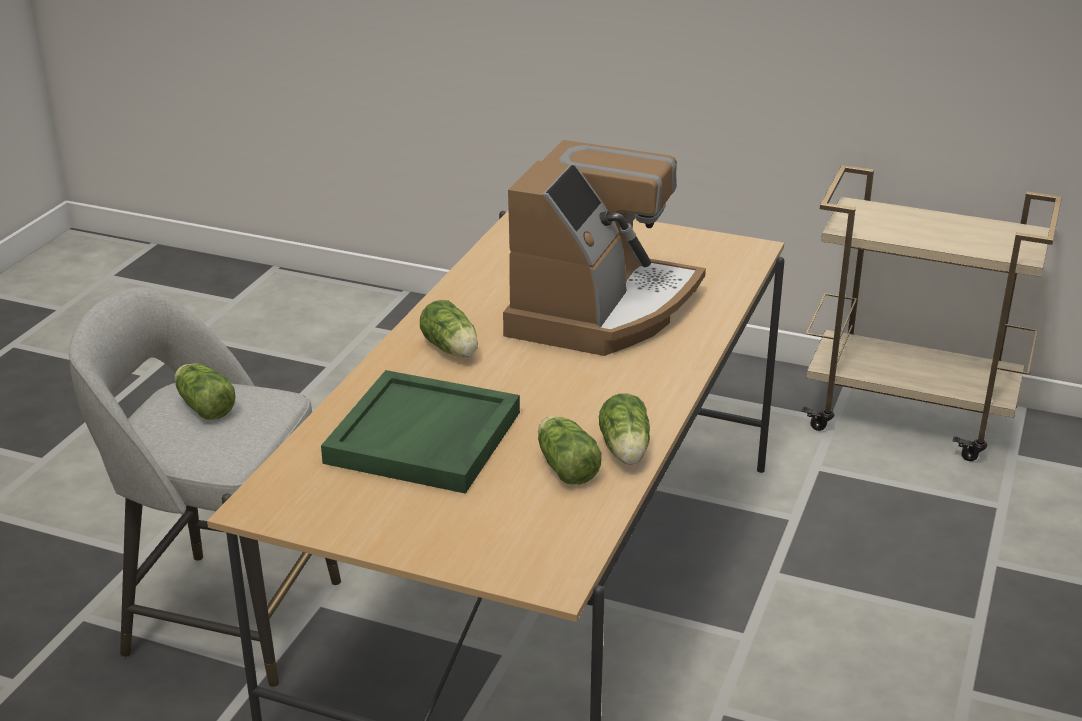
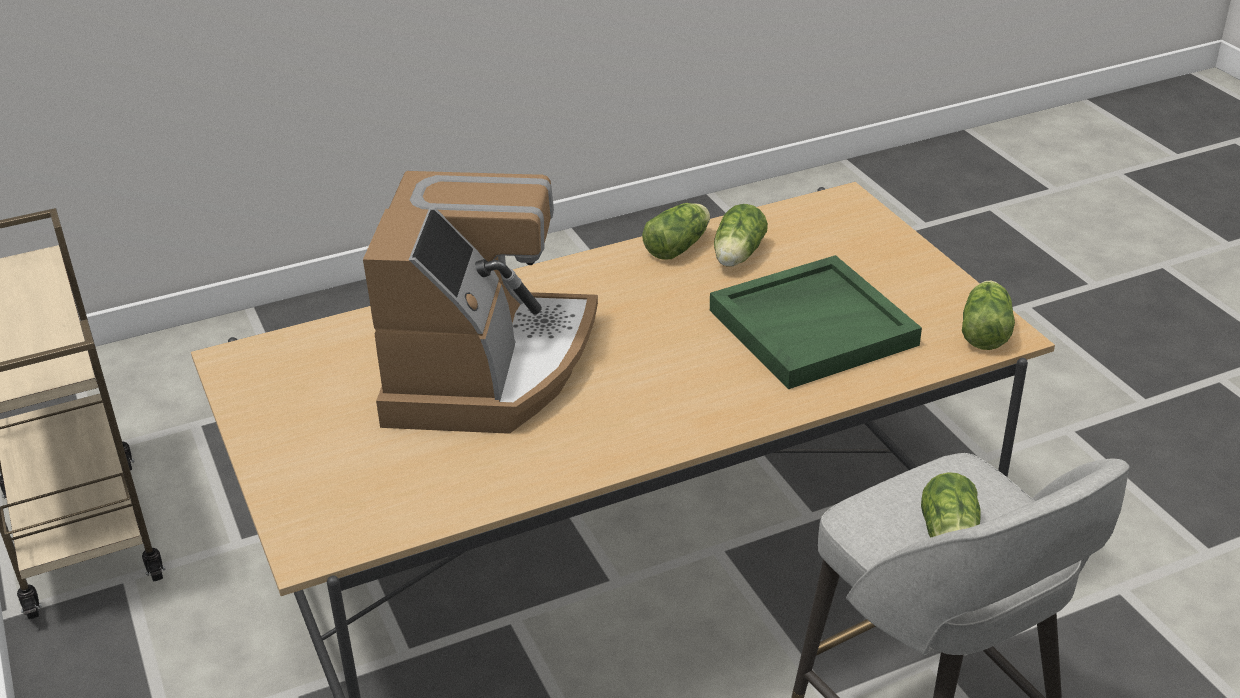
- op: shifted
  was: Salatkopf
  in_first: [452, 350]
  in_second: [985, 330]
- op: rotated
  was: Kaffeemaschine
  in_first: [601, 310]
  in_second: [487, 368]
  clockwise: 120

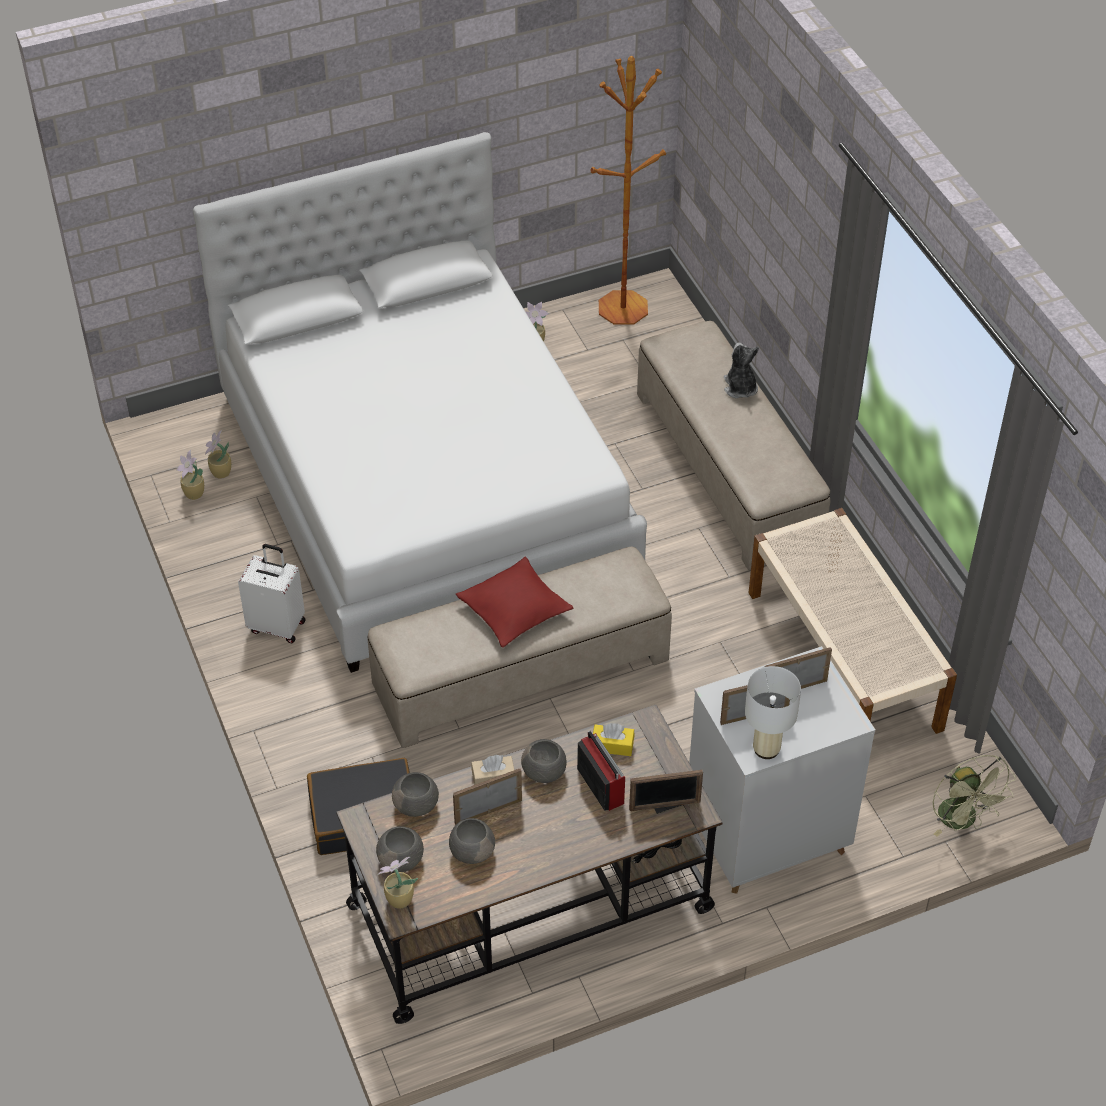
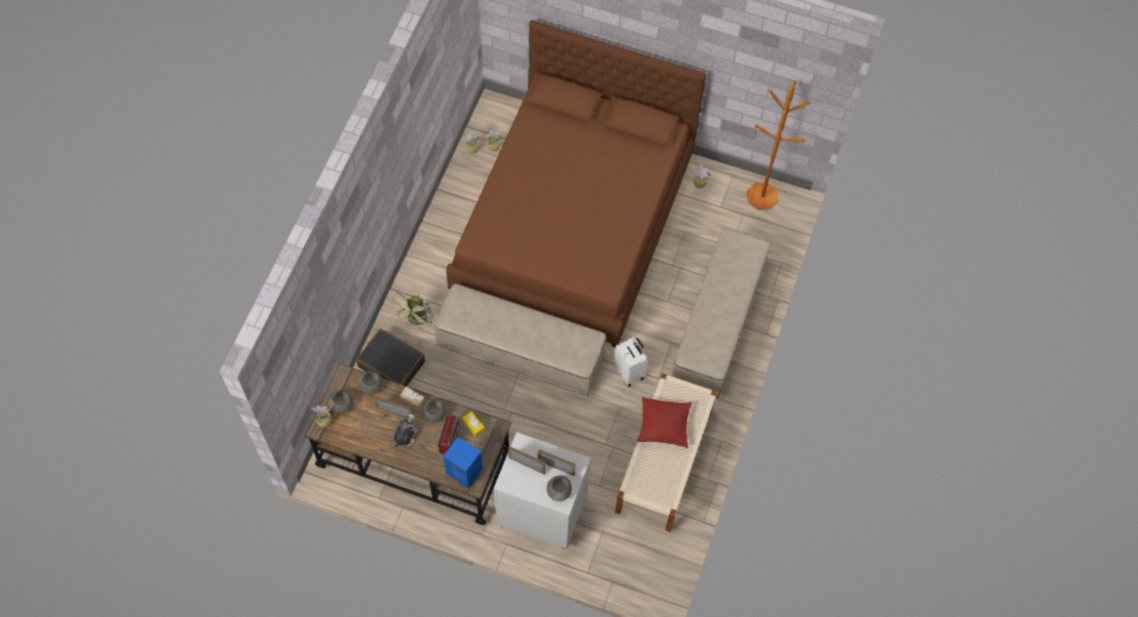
- op: repainted
  was: Bett (weiß)
  now: Bett (braun)
  in_first: [425, 485]
  in_second: [573, 223]
- op: shifted
  was: Koffer (weiß)
  in_first: [277, 625]
  in_second: [629, 371]
- op: shifted
  was: Schüssel (grau)
  in_first: [472, 850]
  in_second: [559, 491]
- op: shifted
  was: Kissen (rot)
  in_first: [514, 610]
  in_second: [664, 425]
- op: swapped
  was: Bilderrahmen
  now: Lautsprecher (blau)
  in_first: [665, 805]
  in_second: [465, 471]
- op: shifted
  was: Plüschtier
  in_first: [740, 388]
  in_second: [405, 436]
- op: gone
  was: Tischlampe (weiß)
  in_first: [767, 748]
- op: shifted
  was: Ventilator (grün)
  in_first: [963, 821]
  in_second: [416, 321]

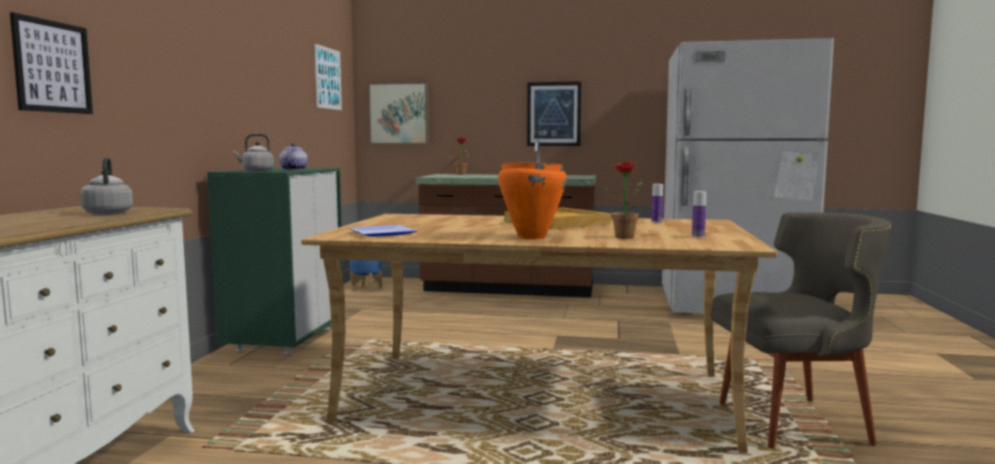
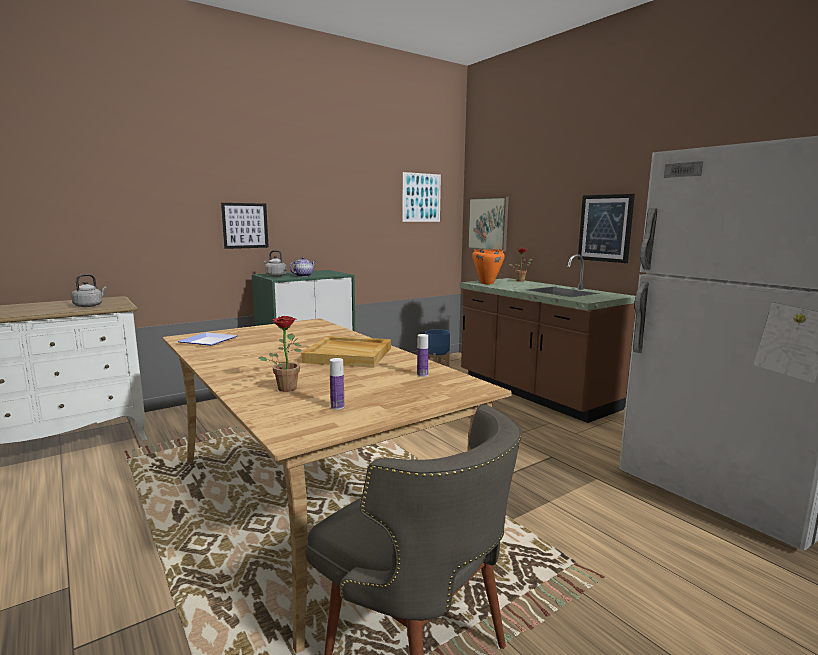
- op: shifted
  was: Bild
  in_first: [52, 67]
  in_second: [245, 225]
- op: shifted
  was: Kochtopf (orange)
  in_first: [531, 237]
  in_second: [486, 283]

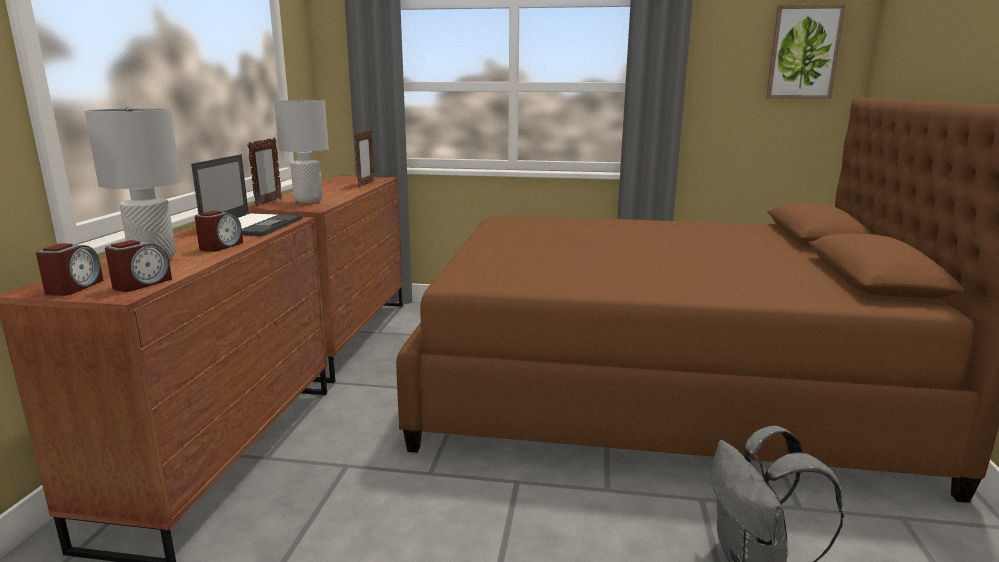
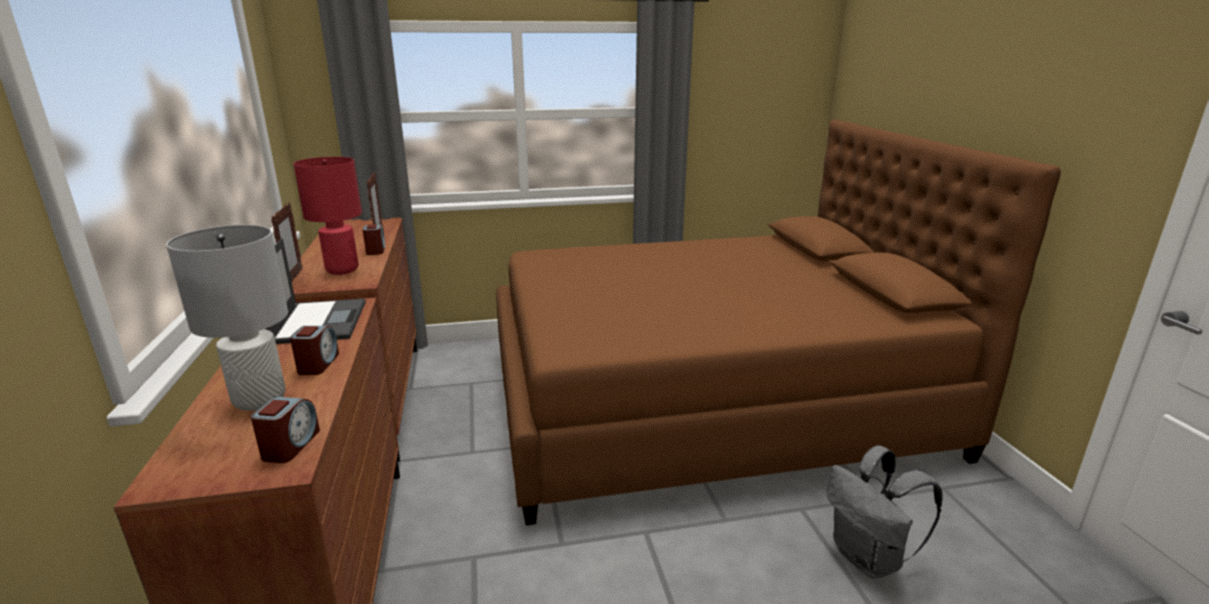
- op: shifted
  was: Wecker
  in_first: [74, 287]
  in_second: [376, 250]
- op: repainted
  was: Tischlampe (grau)
  now: Tischlampe (rot)
  in_first: [309, 202]
  in_second: [343, 272]
- op: gone
  was: Bild
  in_first: [803, 52]

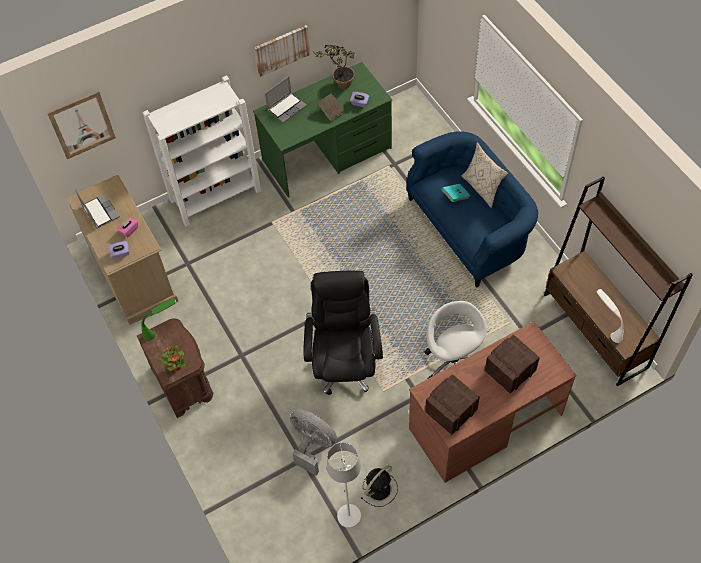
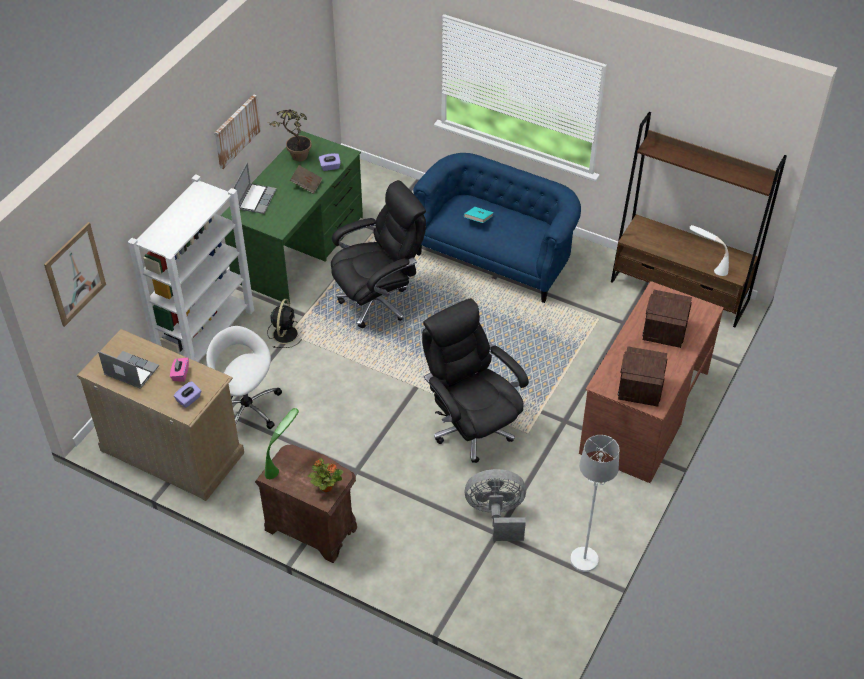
- op: shifted
  was: Ventilator (schwarz)
  in_first: [379, 488]
  in_second: [285, 333]
- op: shifted
  was: Bürostuhl (weiß)
  in_first: [453, 362]
  in_second: [247, 409]
- op: gone
  was: Kissen (beige)
  in_first: [482, 188]
- op: new
  now: Bürostuhl (schwarz)
  in_second: [378, 301]

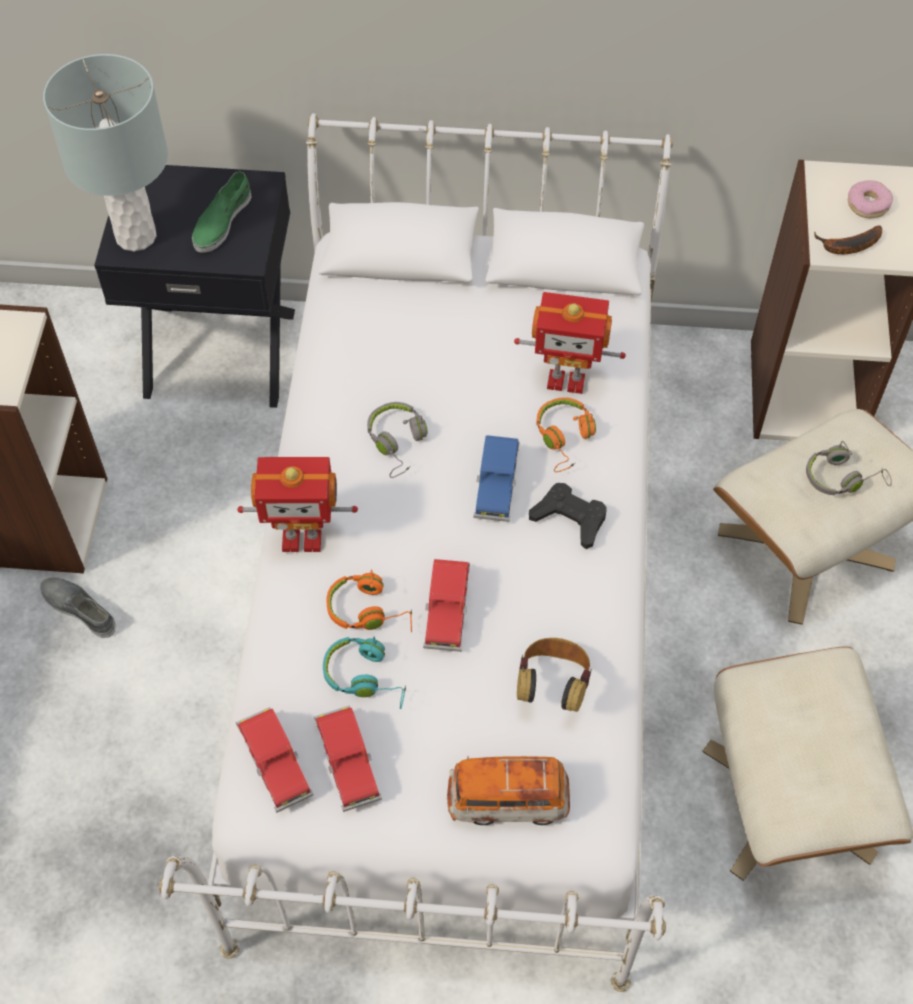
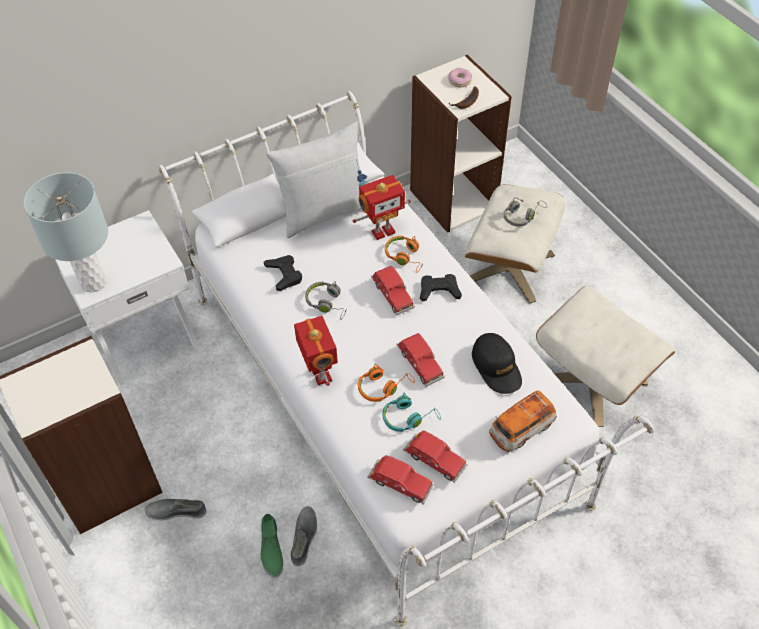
- op: repainted
  was: Nachttisch (schwarz)
  now: Nachttisch (weiß)
  in_first: [221, 351]
  in_second: [144, 337]
- op: shifted
  was: Schuh (grün)
  in_first: [221, 221]
  in_second: [271, 549]
- op: rotated
  was: Spielzeugroboter
  in_first: [302, 538]
  in_second: [319, 374]
  clockwise: -75
- op: repainted
  was: Spielzeugauto (blau)
  now: Spielzeugauto (rot)
  in_first: [497, 484]
  in_second: [392, 295]
- op: swapped
  was: Kopfhörer
  now: Kappe (schwarz)
  in_first: [552, 685]
  in_second: [496, 367]
- op: new
  now: Gamepad (schwarz)
  in_second: [284, 275]
- op: new
  now: Kissen (grau)
  in_second: [324, 214]
- op: new
  now: Schuh (grau)
  in_second: [304, 537]

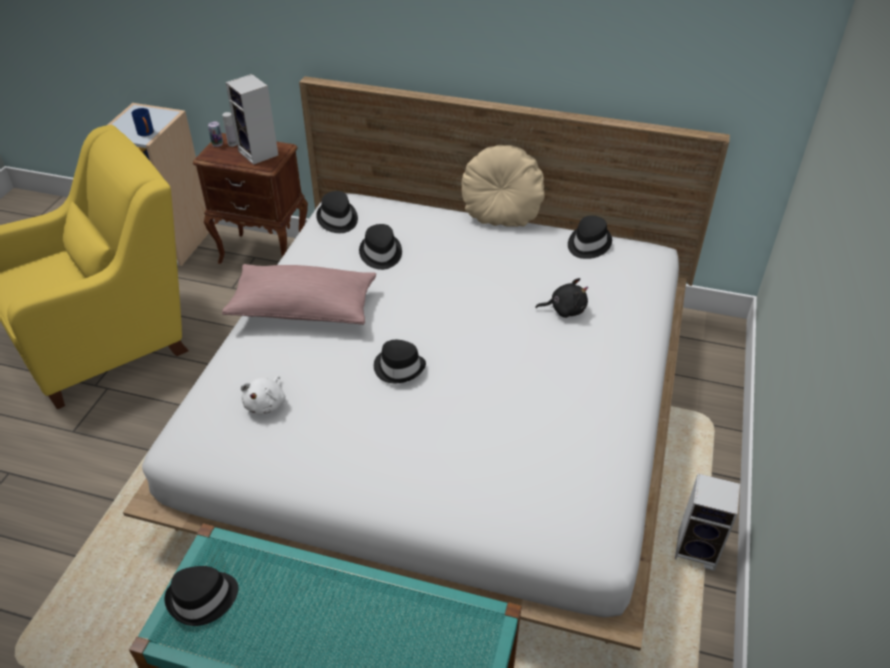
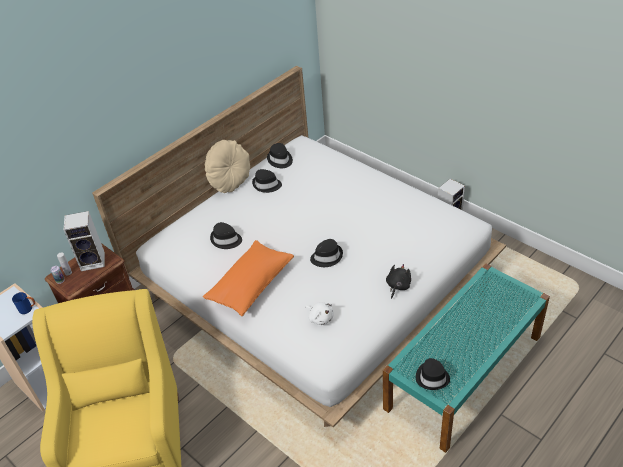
- op: repainted
  was: Kissen (rosa)
  now: Kissen (orange)
  in_first: [303, 309]
  in_second: [251, 285]
- op: shifted
  was: Hut (schwarz)
  in_first: [337, 219]
  in_second: [266, 185]
- op: shifted
  was: Plüschtier (schwarz)
  in_first: [565, 309]
  in_second: [397, 286]

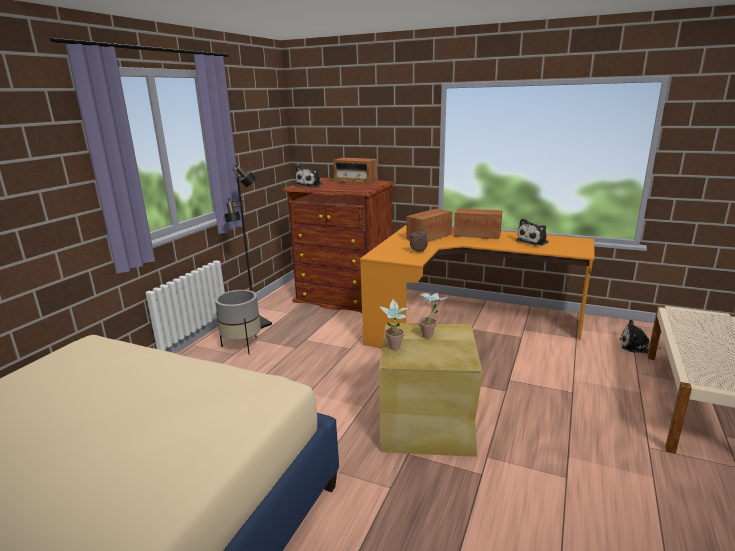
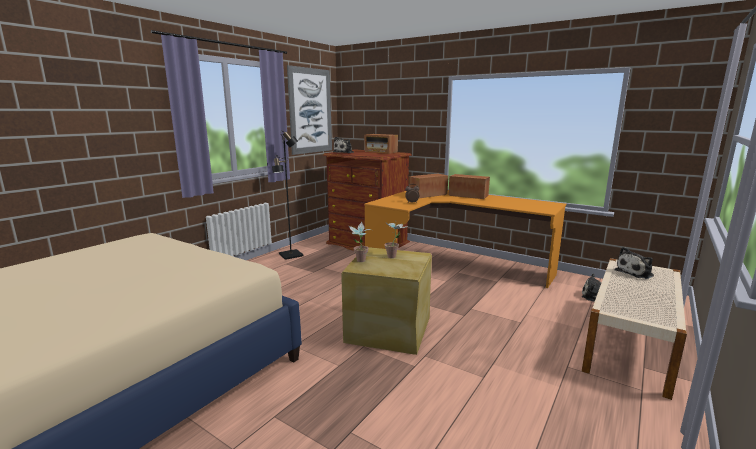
- op: gone
  was: Pflanzkübel (grau)
  in_first: [242, 346]
- op: shifted
  was: Plüschtier
  in_first: [533, 241]
  in_second: [635, 273]
- op: new
  now: Bild
  in_second: [310, 111]

